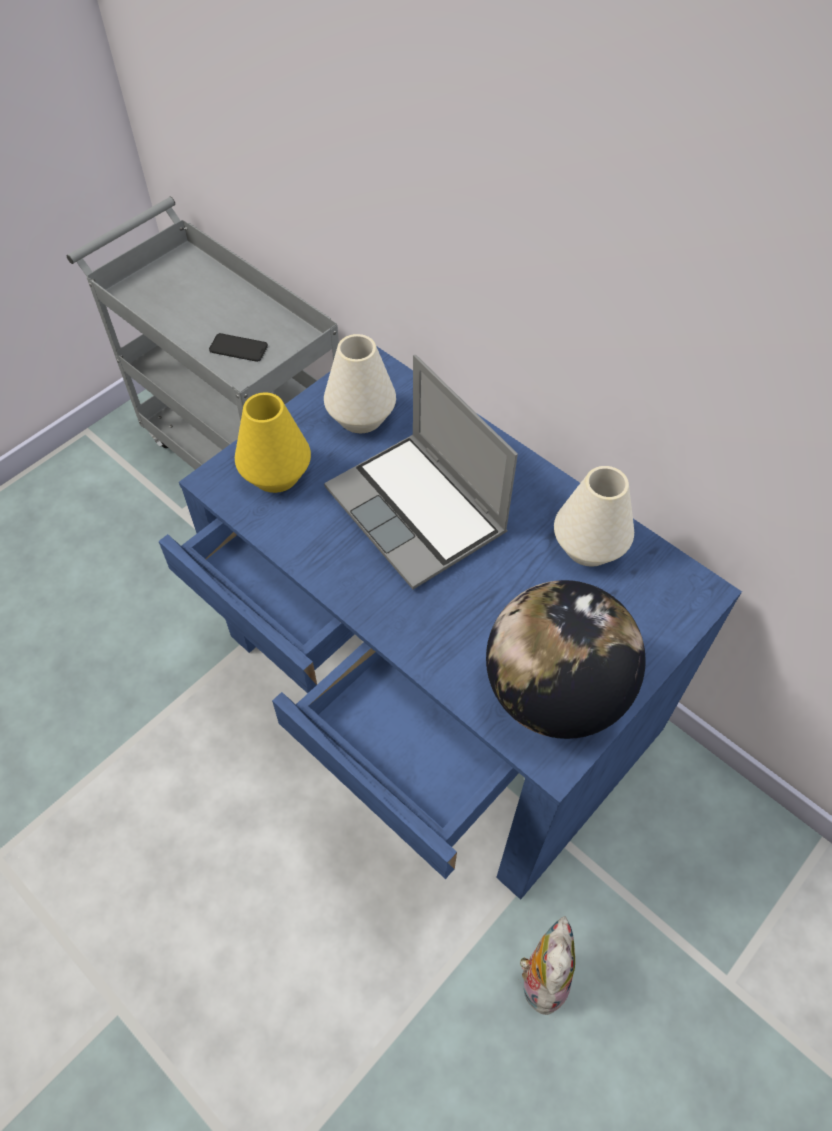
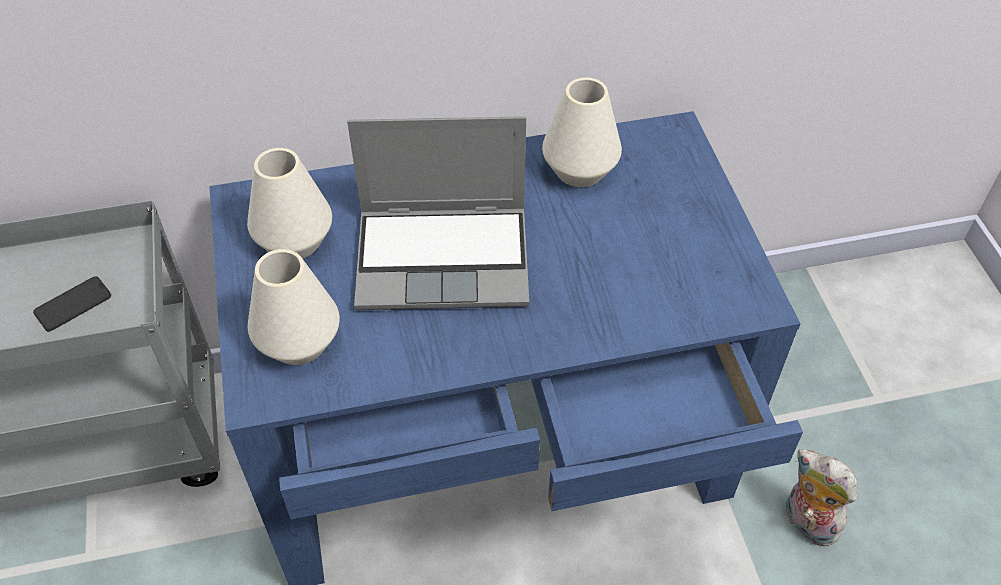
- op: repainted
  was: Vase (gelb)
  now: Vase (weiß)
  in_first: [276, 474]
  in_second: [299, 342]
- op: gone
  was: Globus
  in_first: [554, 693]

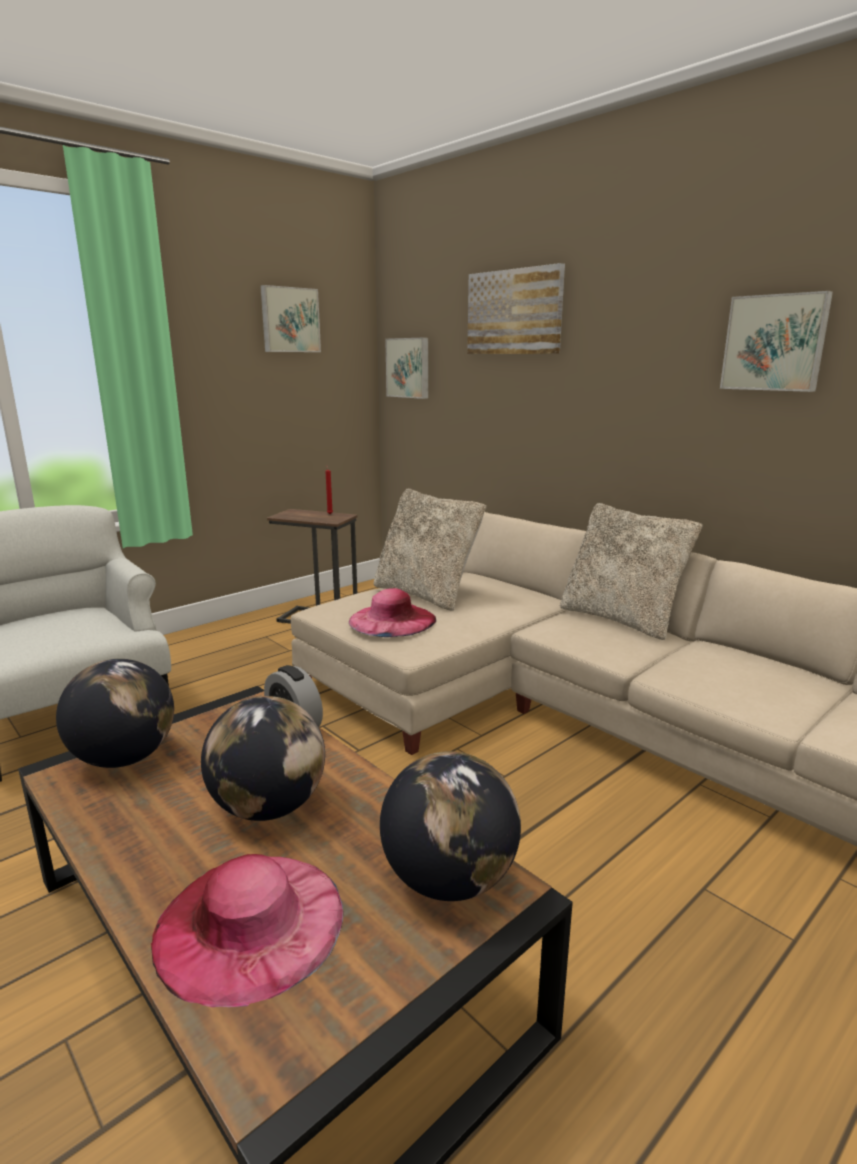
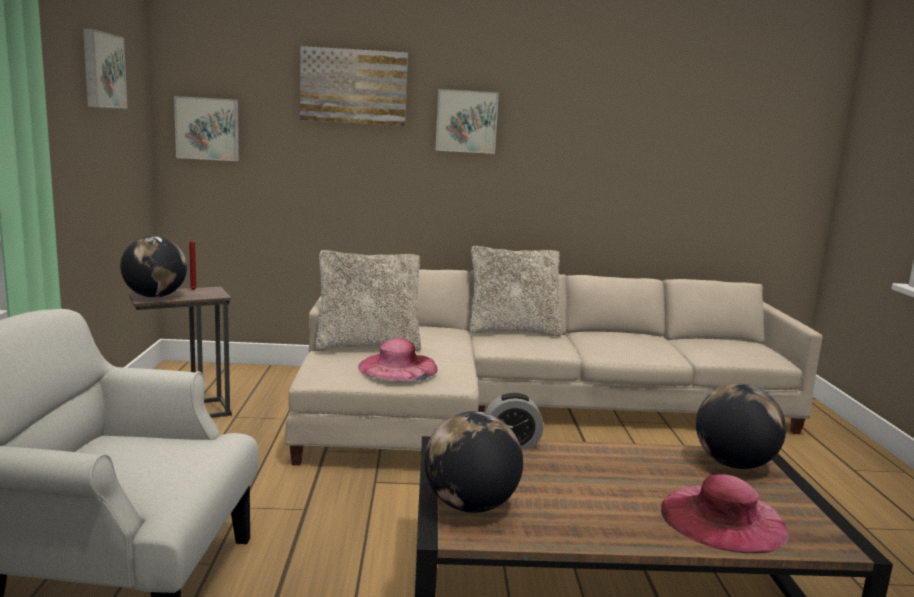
- op: shifted
  was: Globus
  in_first: [269, 807]
  in_second: [155, 296]
- op: shifted
  was: Bild
  in_first: [775, 343]
  in_second: [466, 121]

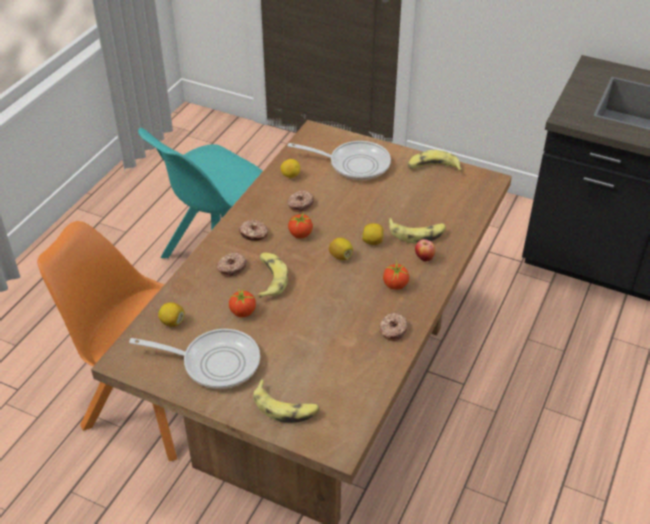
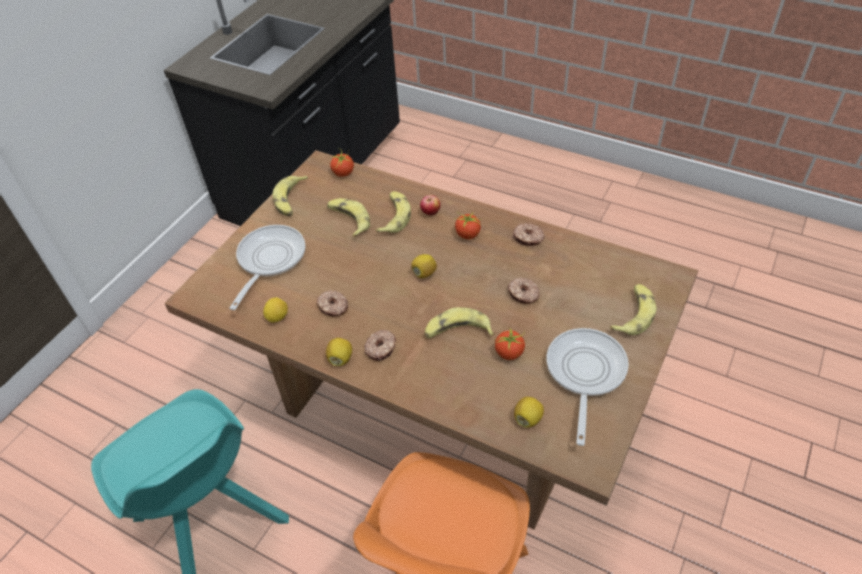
- op: shifted
  was: Donut
  in_first: [231, 268]
  in_second: [523, 294]
- op: shifted
  was: Tomate
  in_first: [301, 234]
  in_second: [343, 173]
- op: shifted
  was: Zitrone
  in_first: [373, 242]
  in_second: [340, 358]
- op: new
  now: Banane
  in_second: [349, 220]

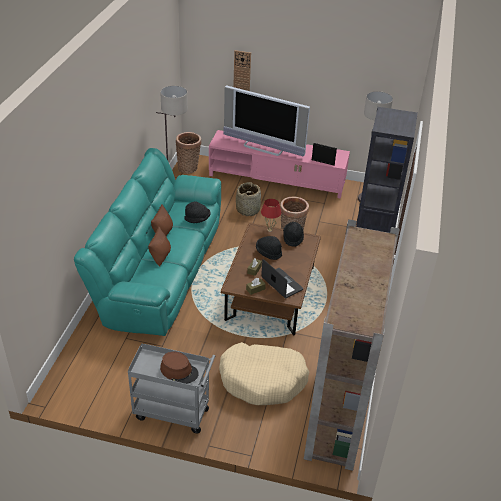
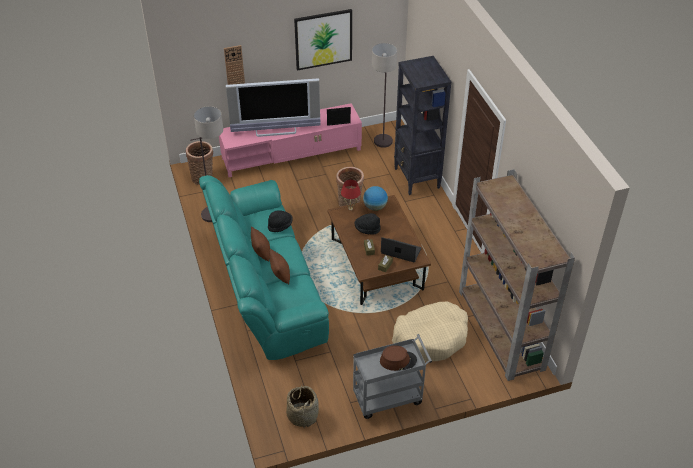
- op: shifted
  was: Korb
  in_first: [248, 209]
  in_second: [302, 415]
- op: swapped
  was: Hut (schwarz)
  now: Globus
  in_first: [293, 238]
  in_second: [375, 207]
- op: new
  now: Bild
  in_second: [323, 39]

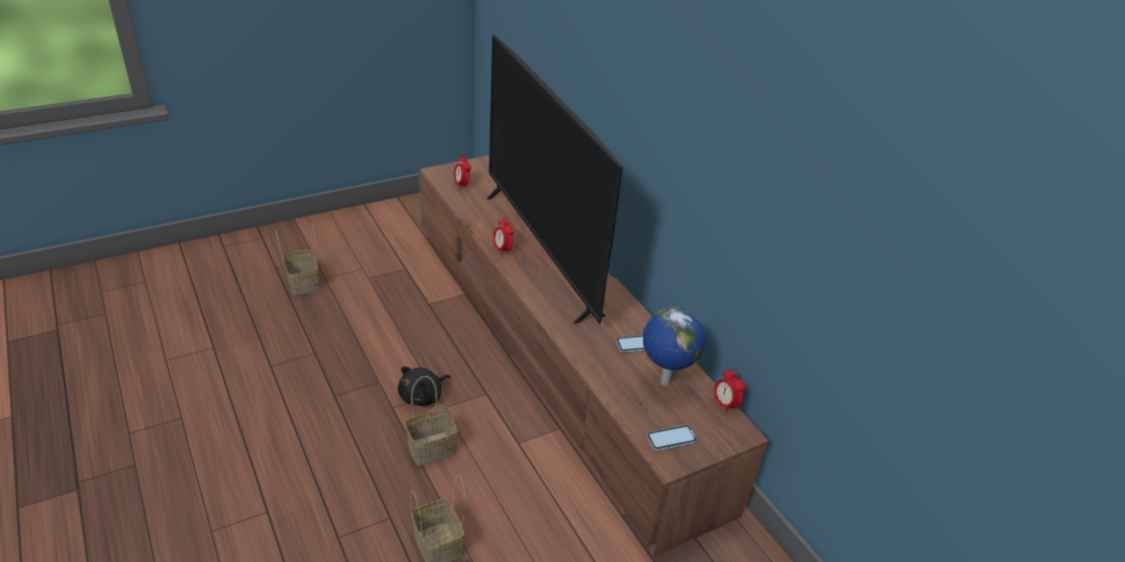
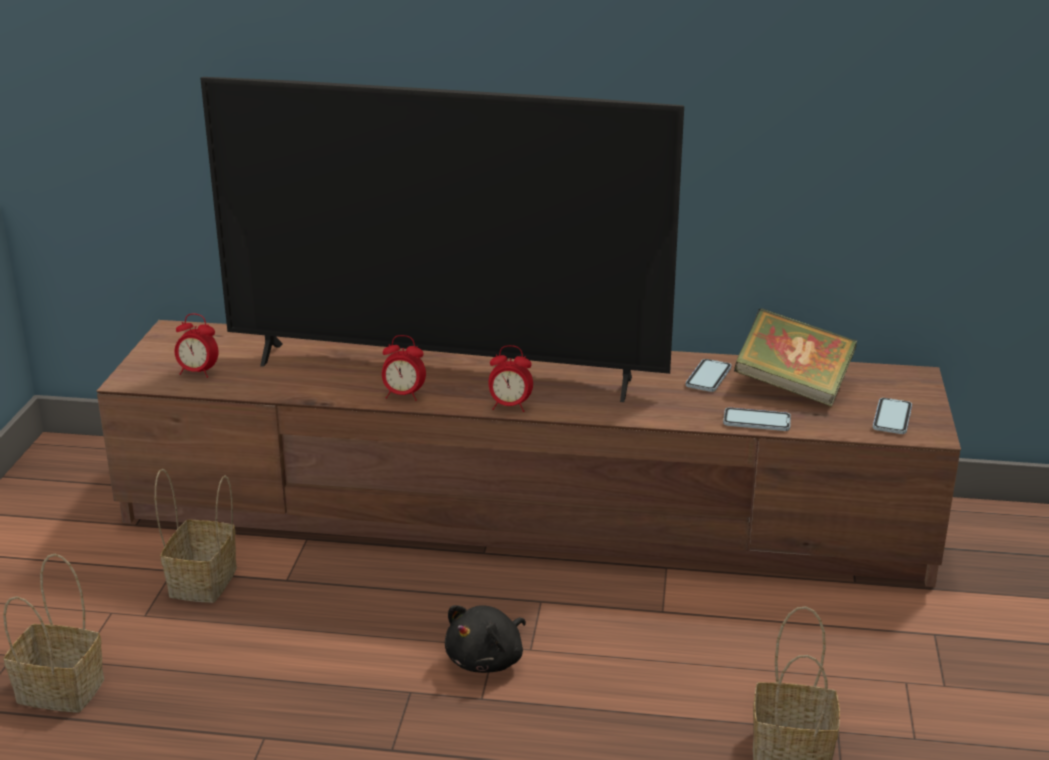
- op: rotated
  was: Plüschtier (schwarz)
  in_first: [423, 396]
  in_second: [487, 660]
  clockwise: 45
- op: shifted
  was: Korb
  in_first: [430, 449]
  in_second: [203, 583]
- op: swapped
  was: Globus
  now: Buch
  in_first: [664, 382]
  in_second: [792, 387]
- op: shifted
  was: Wecker
  in_first: [725, 405]
  in_second: [510, 406]
- op: new
  now: Handy
  in_second: [756, 421]

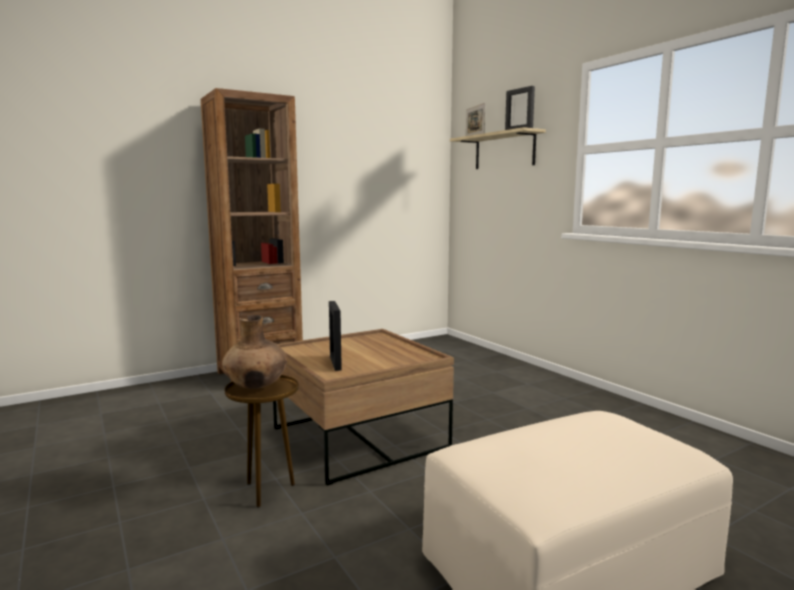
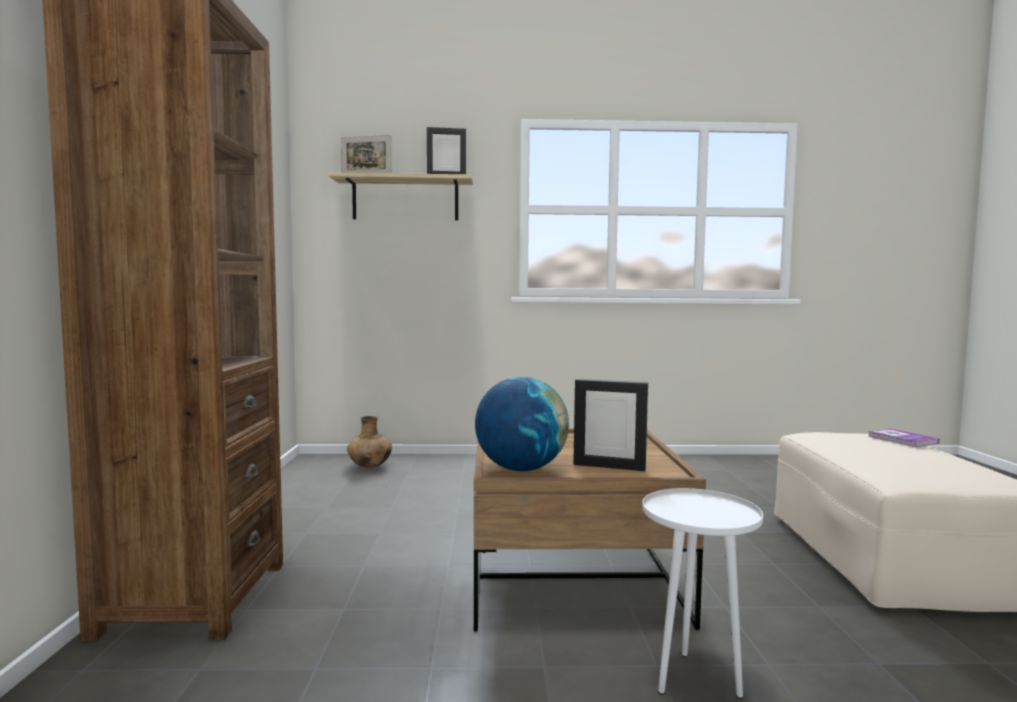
- op: shifted
  was: Vase (braun)
  in_first: [256, 386]
  in_second: [369, 466]
- op: repainted
  was: Beistelltisch (braun)
  now: Beistelltisch (weiß)
  in_first: [267, 491]
  in_second: [694, 680]
- op: new
  now: Globus
  in_second: [521, 469]
- op: new
  now: Buch
  in_second: [902, 439]

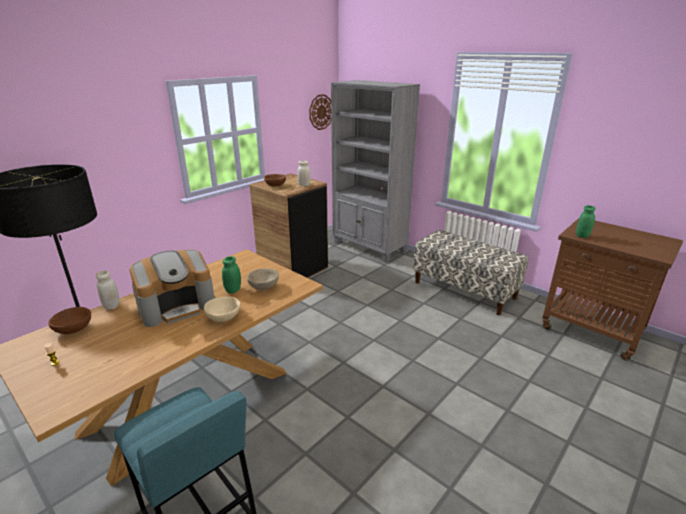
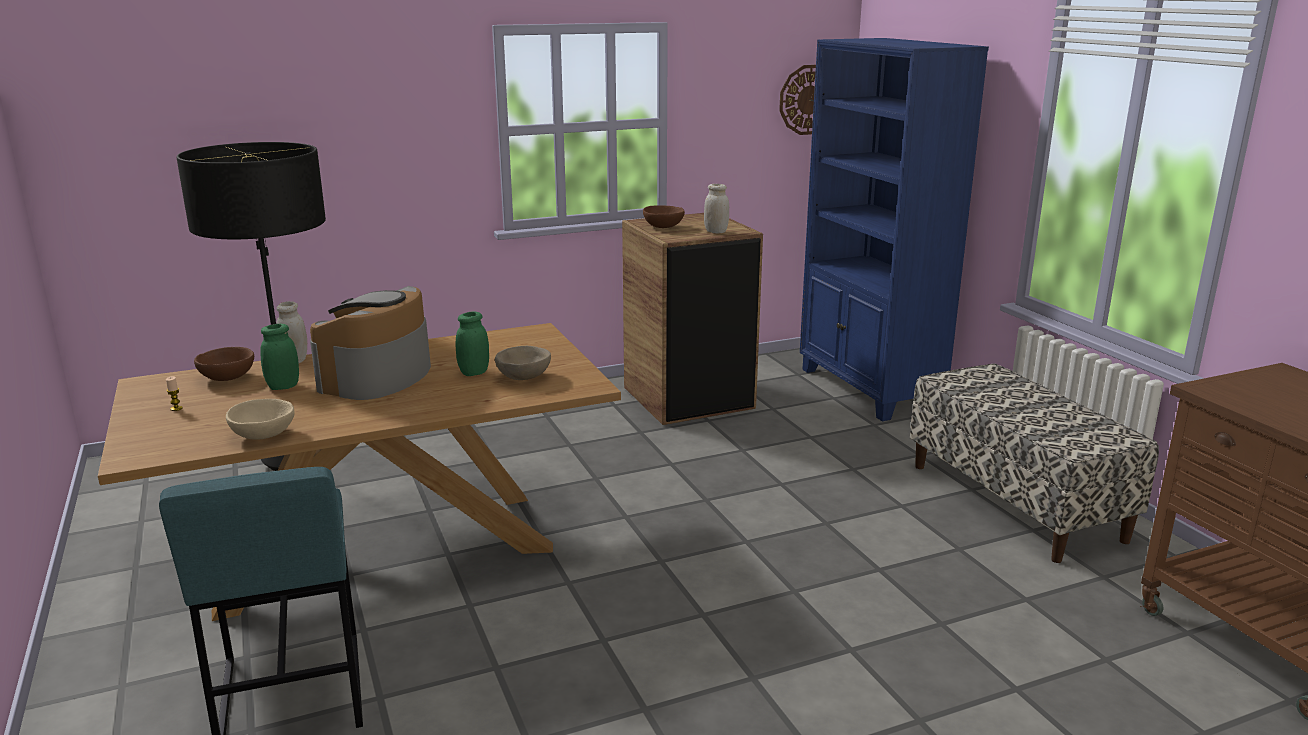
- op: rotated
  was: Kaffeemaschine
  in_first: [177, 306]
  in_second: [377, 377]
  clockwise: 120
- op: shifted
  was: Schüssel (beige)
  in_first: [224, 318]
  in_second: [263, 436]
- op: repainted
  was: Bücherregal (grau)
  now: Bücherregal (blau)
  in_first: [369, 247]
  in_second: [869, 389]
- op: shifted
  was: Vorratsglas (grün)
  in_first: [582, 236]
  in_second: [283, 386]

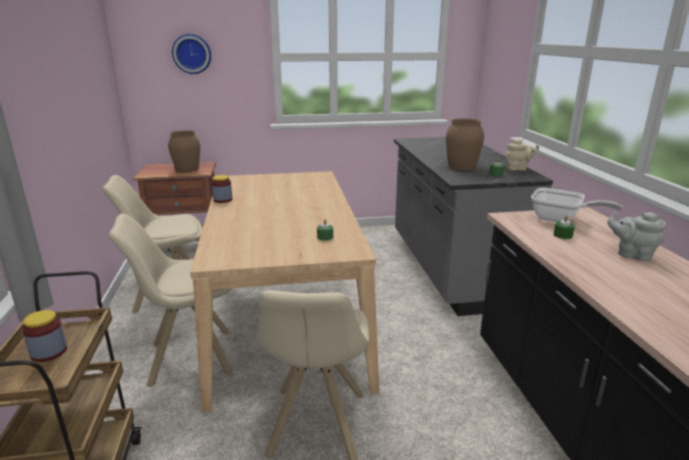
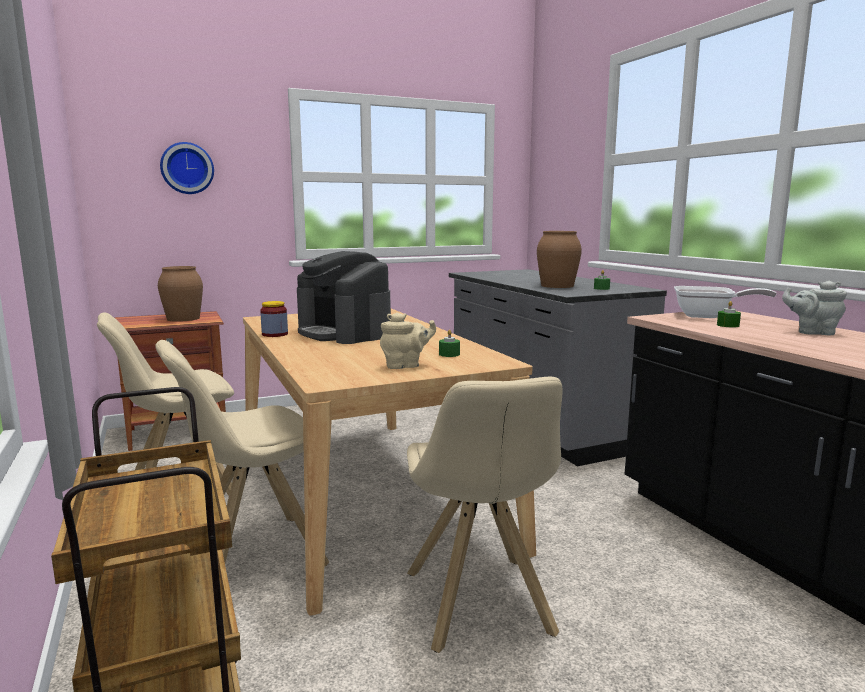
- op: gone
  was: Vorratsglas
  in_first: [49, 352]
- op: shifted
  was: Teekanne (beige)
  in_first: [518, 169]
  in_second: [405, 366]
- op: new
  now: Kaffeemaschine
  in_second: [344, 333]

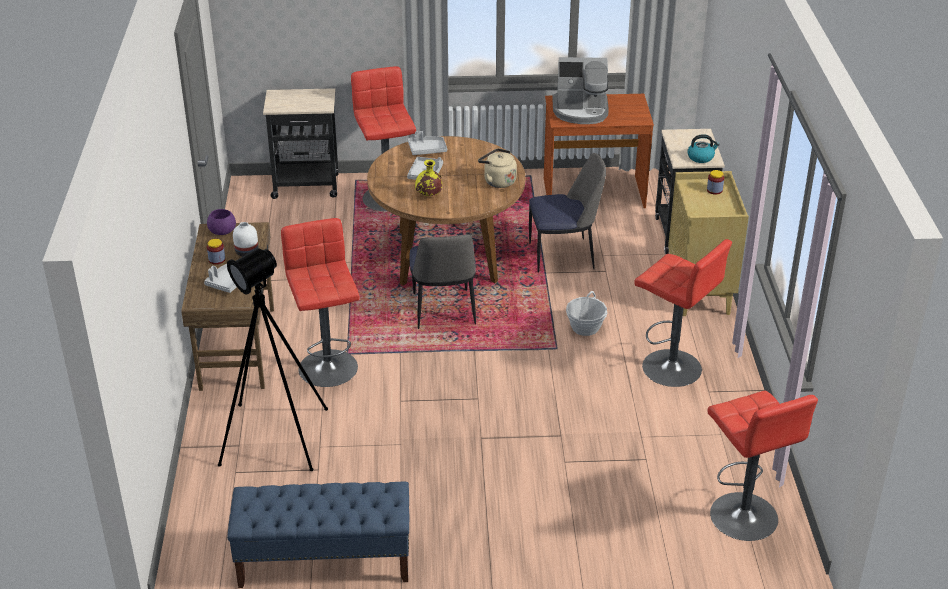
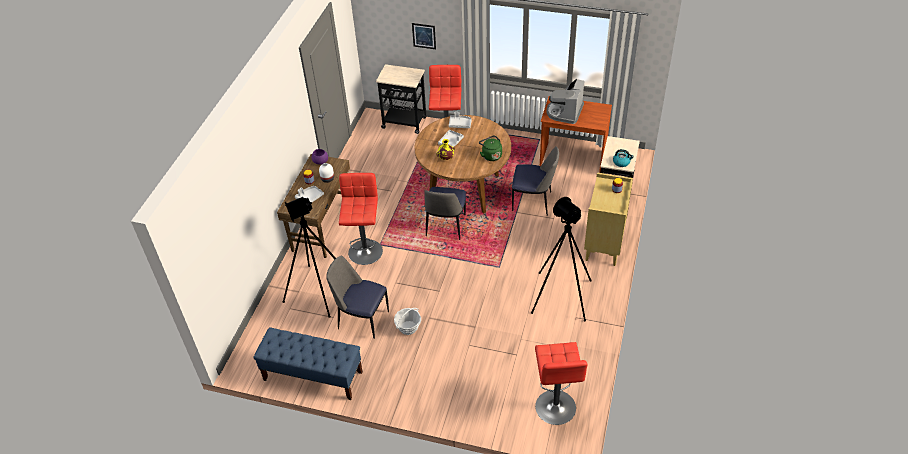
- op: repainted
  was: Wasserkessel (beige)
  now: Wasserkessel (grün)
  in_first: [498, 181]
  in_second: [491, 155]
- op: rotated
  was: Kaffeemaschine
  in_first: [581, 111]
  in_second: [565, 112]
  clockwise: 90
- op: shifted
  was: Korb
  in_first: [585, 327]
  in_second: [408, 328]
- op: swapped
  was: Hocker (rot)
  now: Stehlampe (schwarz)
  in_first: [672, 368]
  in_second: [561, 296]
- op: new
  now: Stuhl
  in_second: [362, 319]
- op: new
  now: Bild
  in_second: [424, 36]

